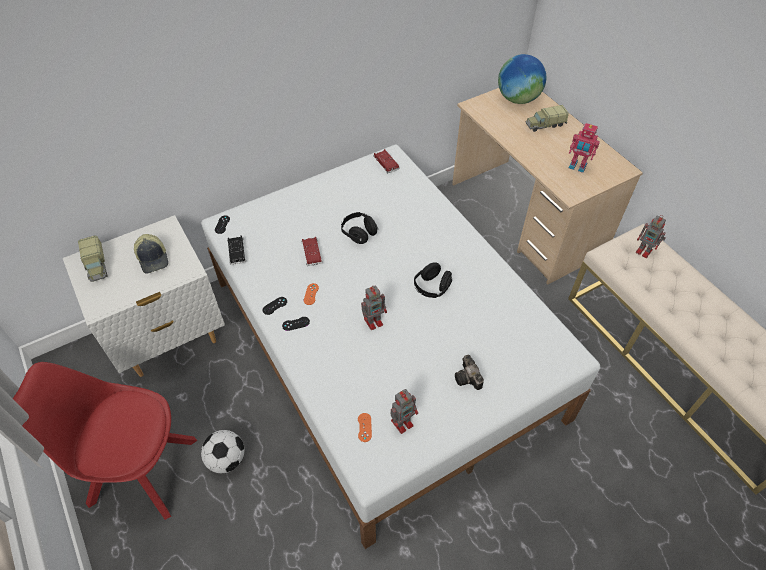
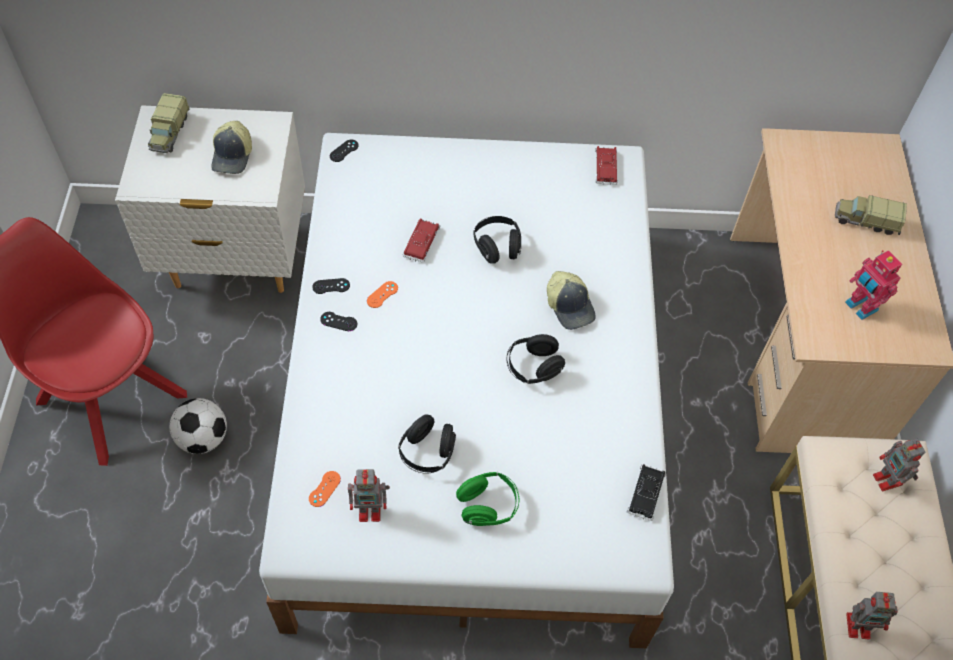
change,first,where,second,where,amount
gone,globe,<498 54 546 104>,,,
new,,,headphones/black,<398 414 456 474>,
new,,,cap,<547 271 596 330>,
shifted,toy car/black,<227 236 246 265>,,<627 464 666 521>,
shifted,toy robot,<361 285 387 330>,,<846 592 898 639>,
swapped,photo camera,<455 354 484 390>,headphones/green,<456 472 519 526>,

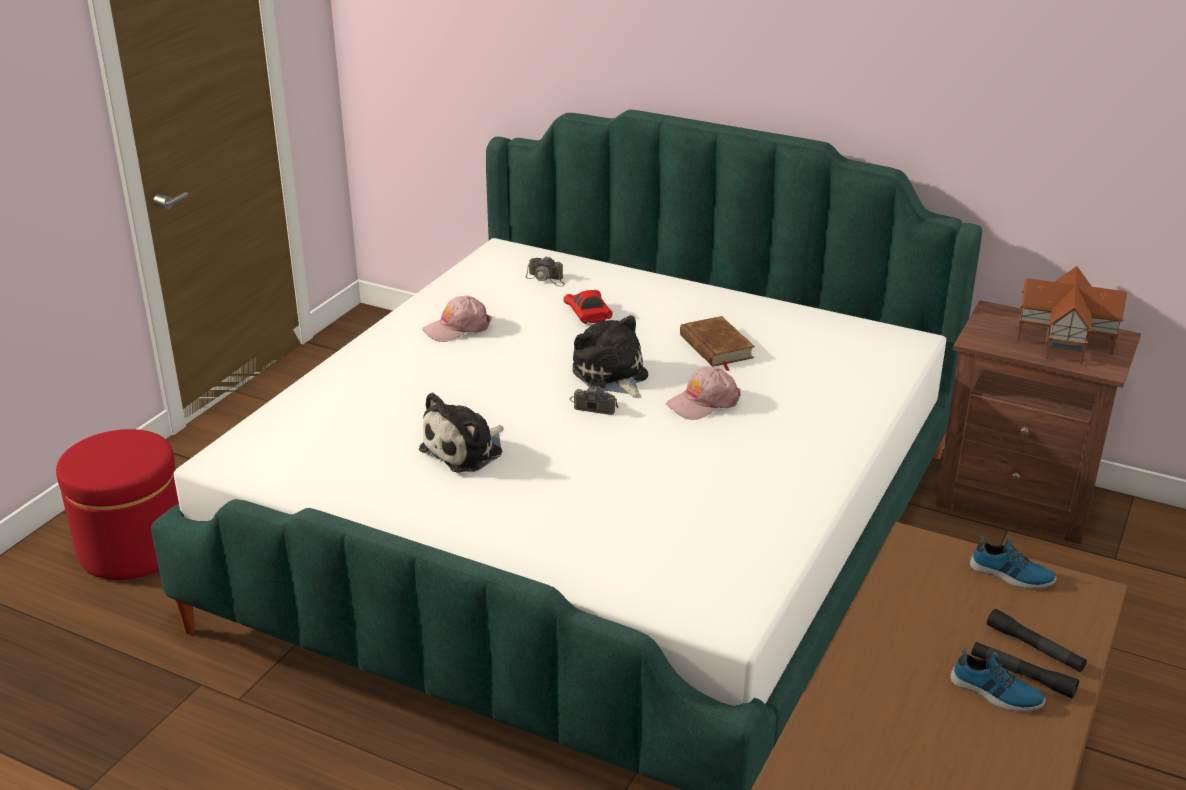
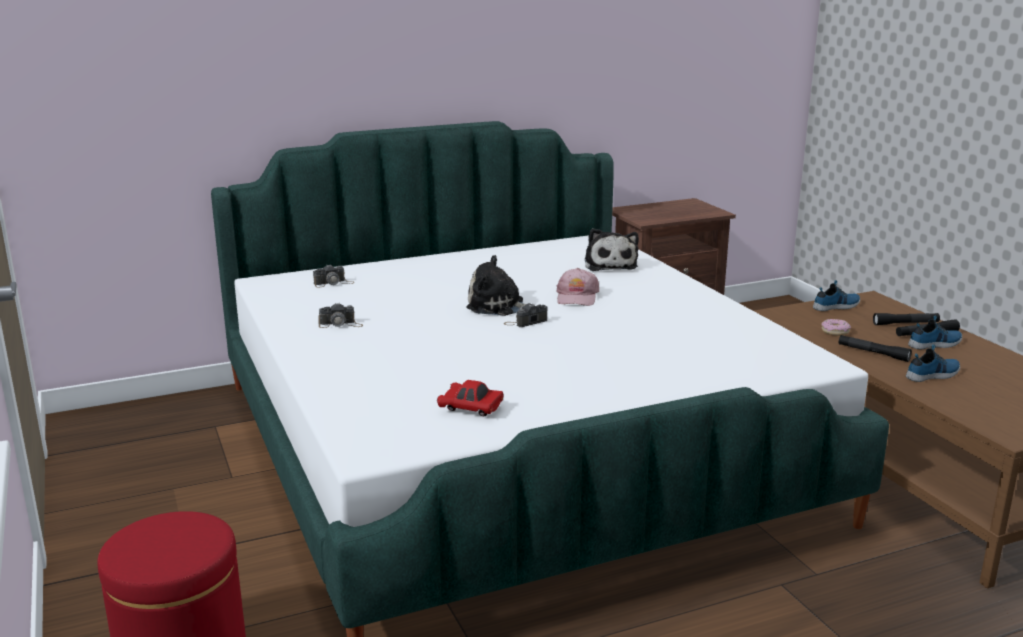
change,first,where,second,where,amount
gone,book/brown,<680 316 755 371>,,,
gone,toy house,<1017 266 1127 364>,,,
new,,,donut,<821 319 851 336>,
new,,,flashlight/black,<839 335 912 362>,
new,,,shoe,<906 345 960 382>,
shifted,plush toy,<419 392 504 473>,,<585 228 639 271>,
shifted,toy car/red,<563 290 612 324>,,<437 380 503 416>,
swapped,cap/pink,<422 296 492 342>,photo camera,<318 303 363 328>,

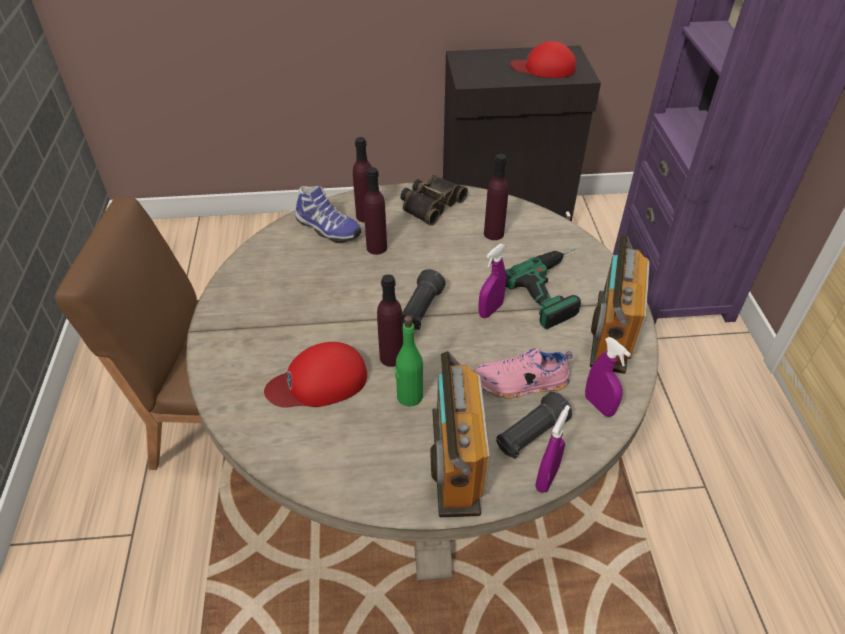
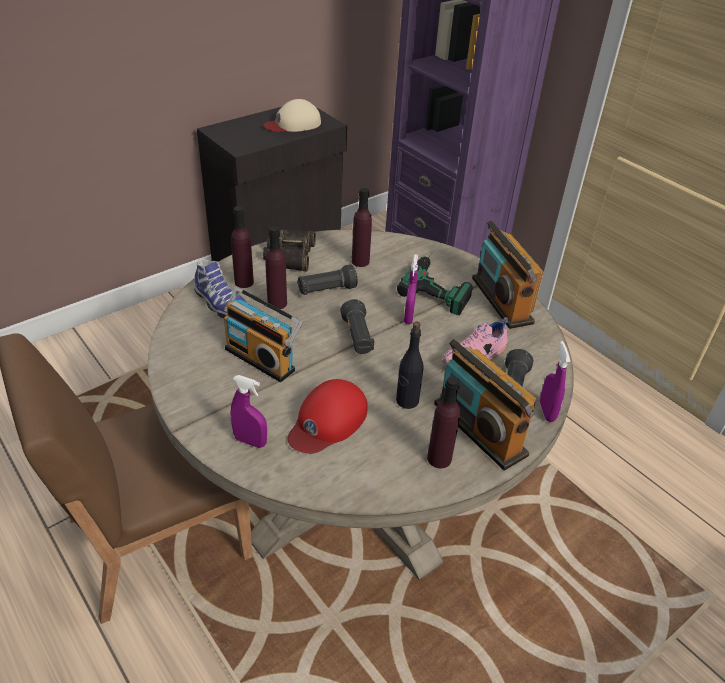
change,first,where,second,where,amount
new,,,radio,<224 287 302 382>,
new,,,flashlight/black,<297 264 357 295>,
shifted,bottle/purple,<377 274 403 367>,,<427 376 460 468>,
shifted,spray bottle/purple,<585 337 631 417>,,<231 375 267 448>,
repainted,bottle/green,<395 316 423 407>,bottle/black,<396 322 424 409>,
repainted,cap/red,<510 41 576 78>,cap/beige,<263 99 321 132>,
rotated,shoe,<295 186 361 243>,,<194 259 247 318>,45 degrees clockwise

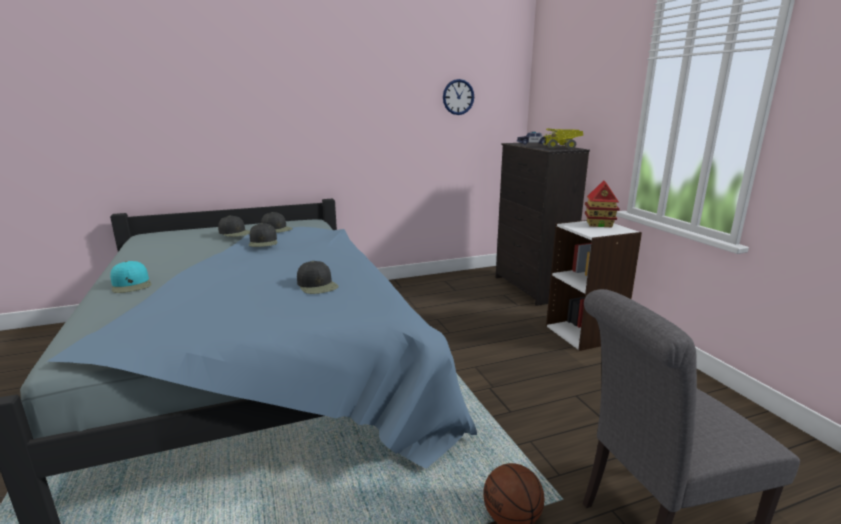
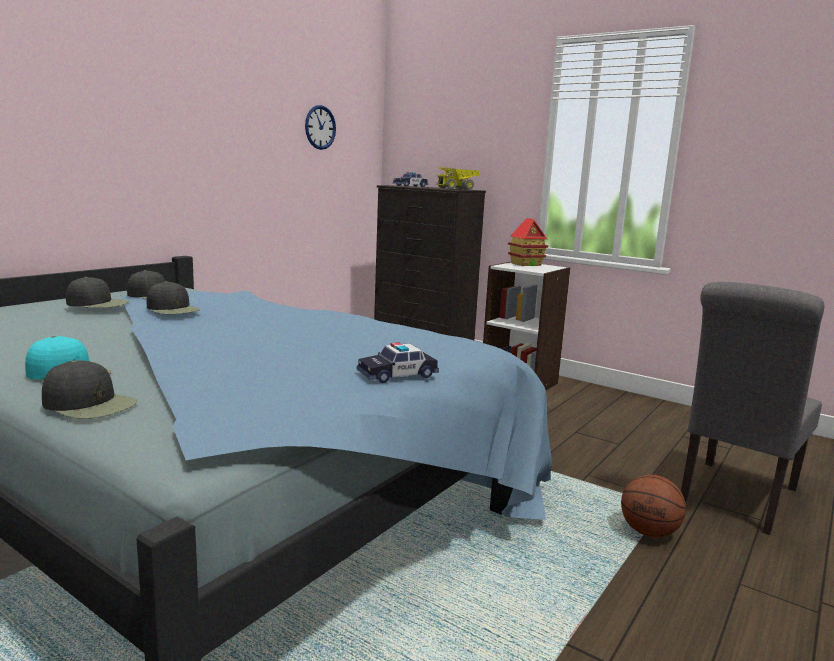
change,first,where,second,where,amount
new,,,toy car,<357 342 439 383>,
shifted,cap/black,<297 261 339 294>,,<42 360 137 419>,

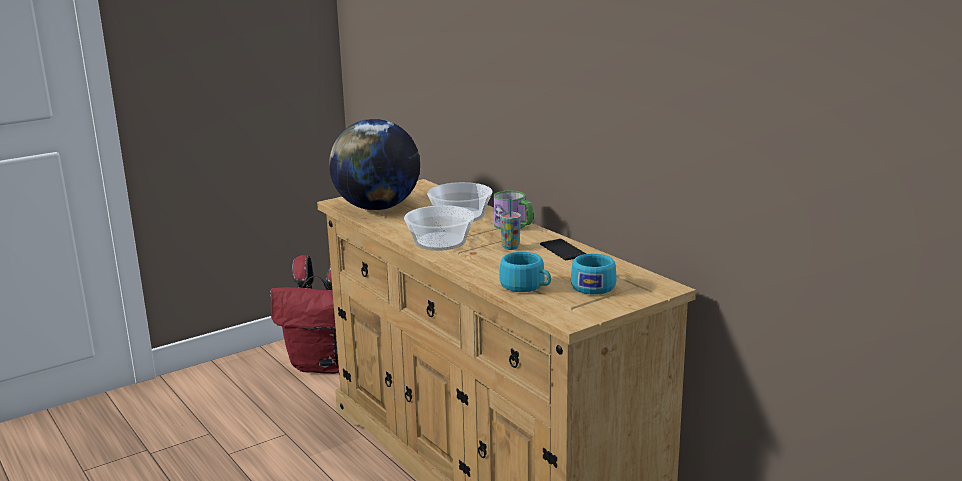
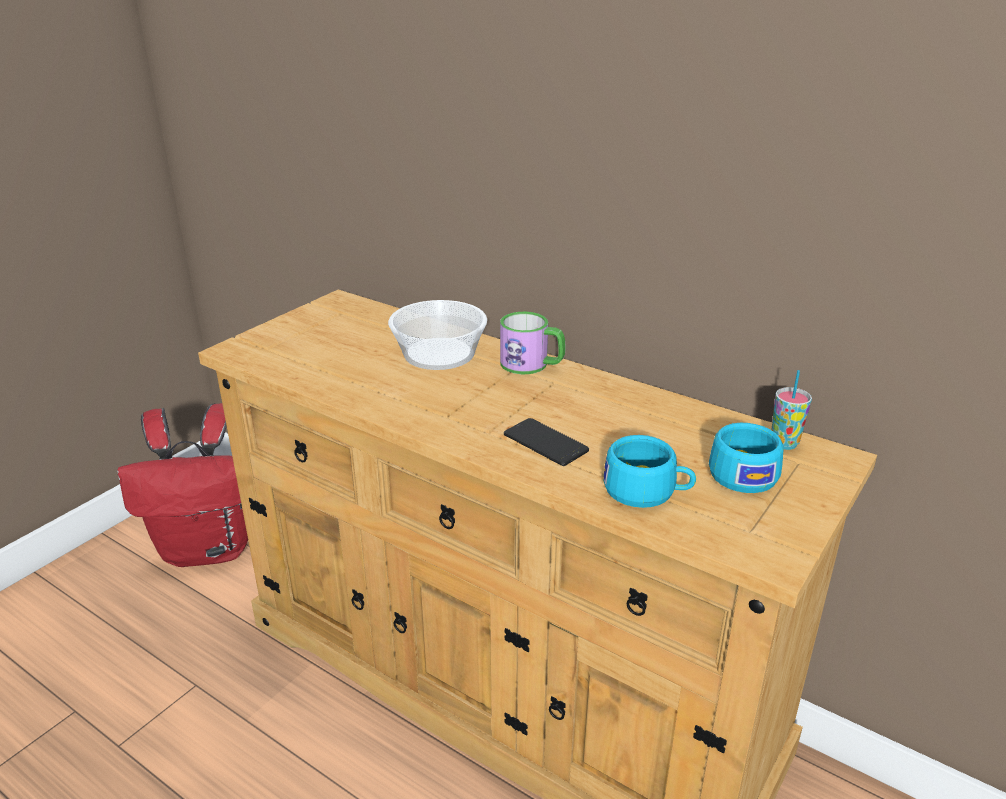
change,first,where,second,where,amount
gone,globe,<329 119 420 210>,,,
gone,bowl,<404 205 475 251>,,,
shifted,cup,<500 199 521 250>,,<771 370 812 450>,
shifted,phone,<540 239 586 260>,,<504 418 589 466>,

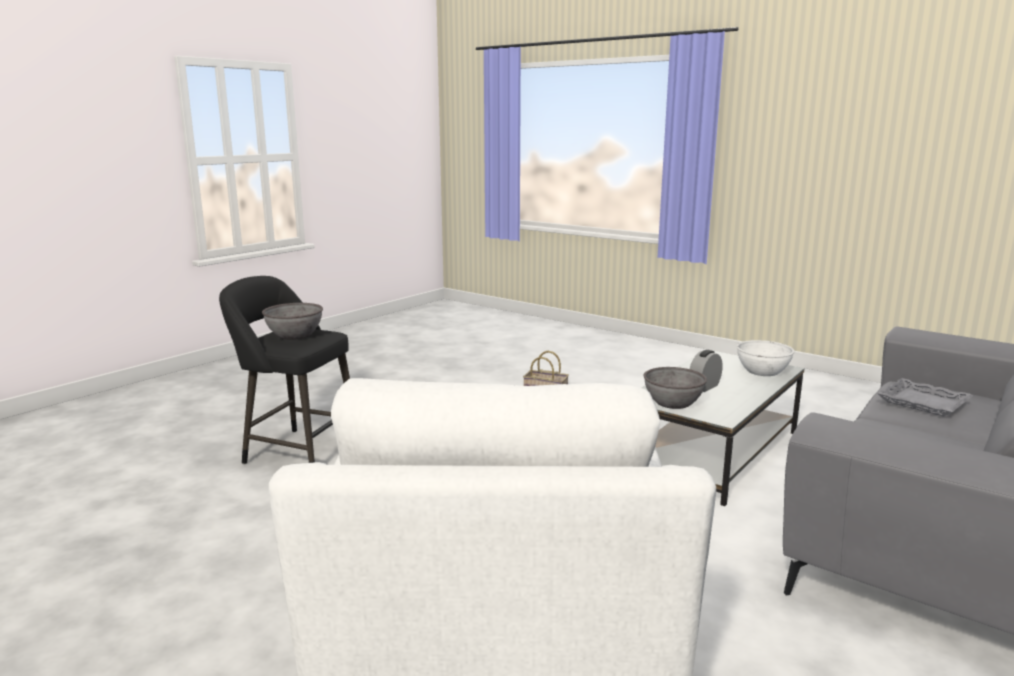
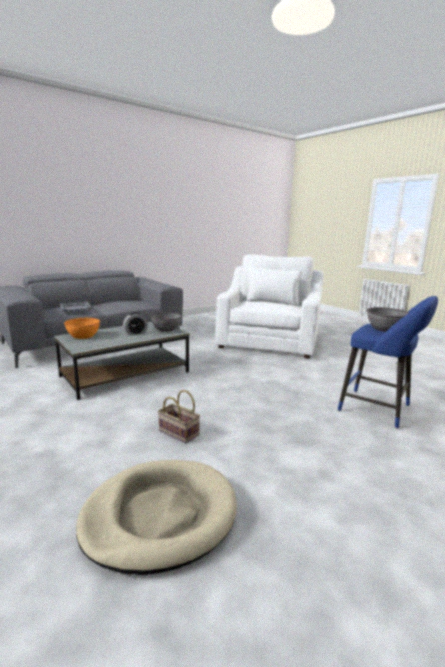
change,first,where,second,where,amount
new,,,dog bed/beige,<76 460 237 575>,
repainted,stool/black,<219 276 350 464>,stool/blue,<338 296 438 428>,
repainted,bowl/white,<736 340 795 376>,bowl/orange,<64 318 100 339>,

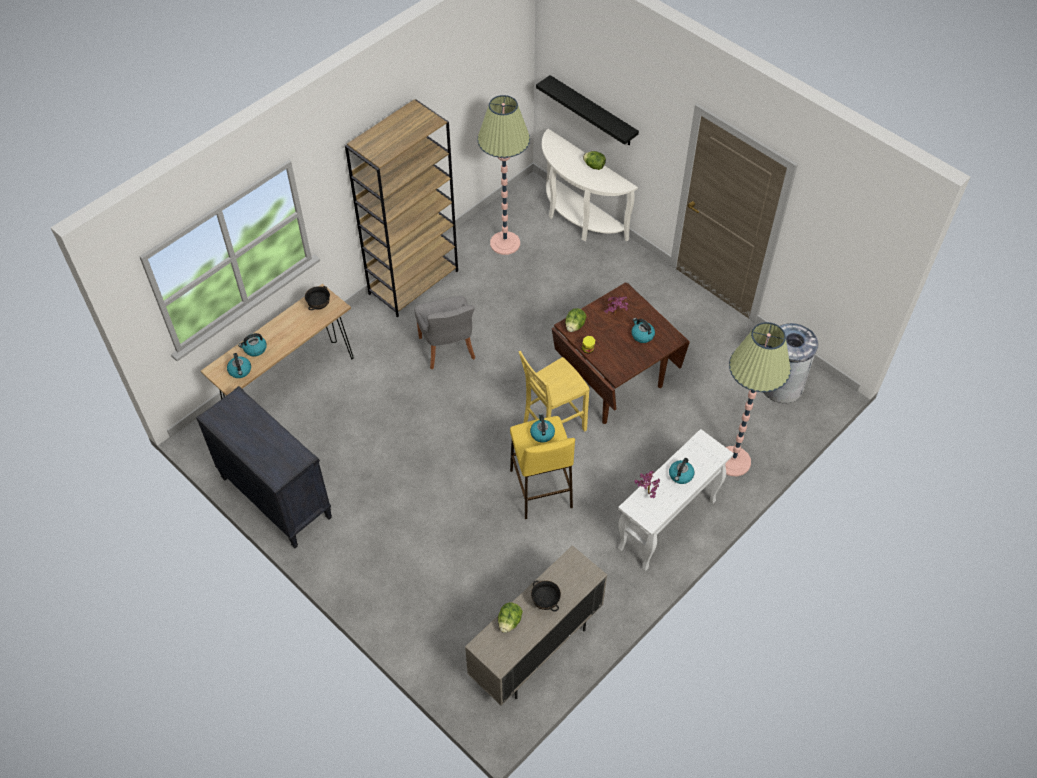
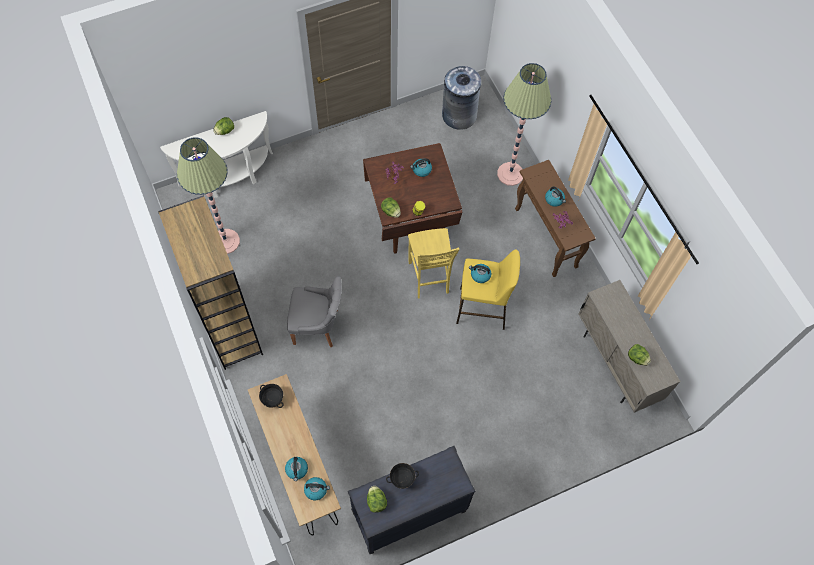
change,first,where,second,where,amount
gone,shelf/black,<536 75 639 146>,,,
new,,,lettuce,<367 486 387 513>,
shifted,bowl/black,<531 580 561 612>,,<386 463 419 489>,
repainted,console table/white,<618 429 734 571>,console table/brown,<515 160 596 277>,

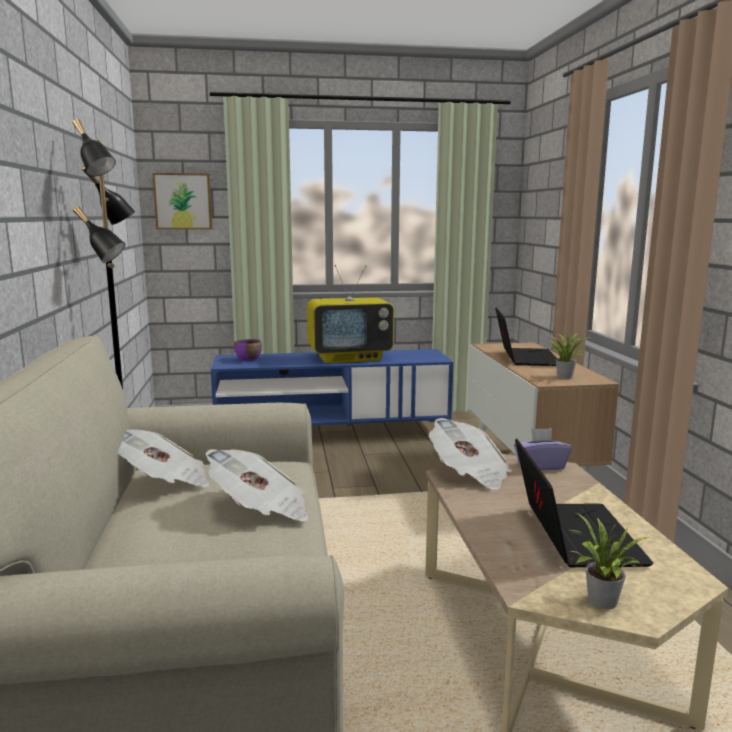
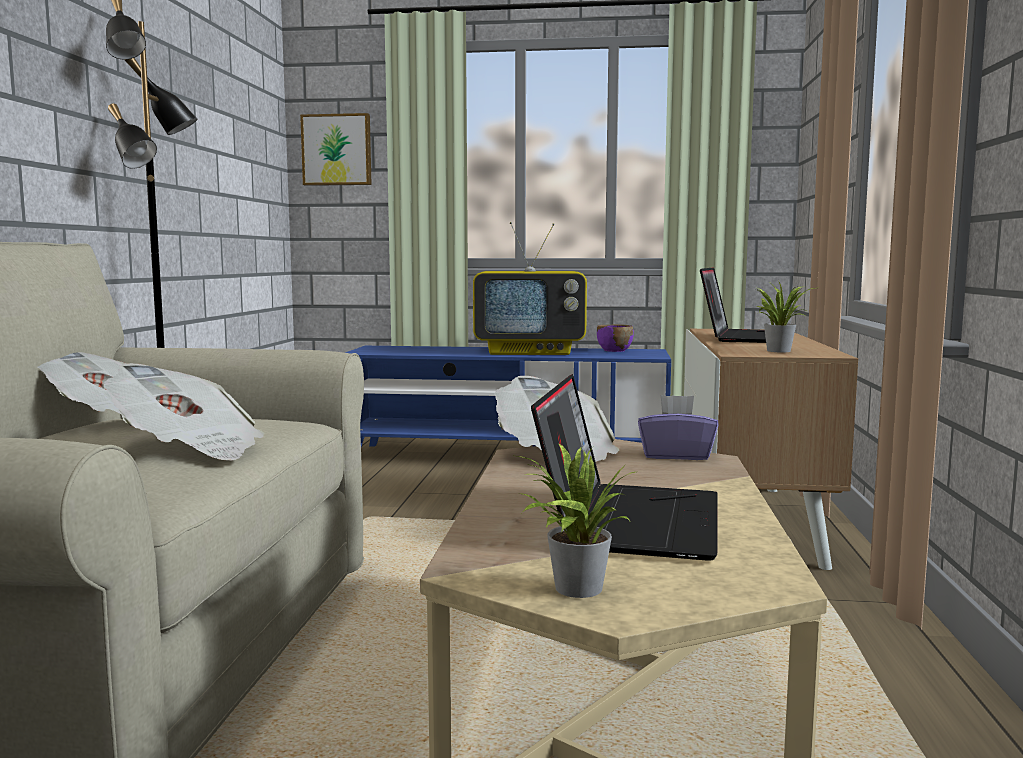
change,first,where,second,where,amount
shifted,bowl/purple,<234 339 262 361>,,<597 324 634 352>,

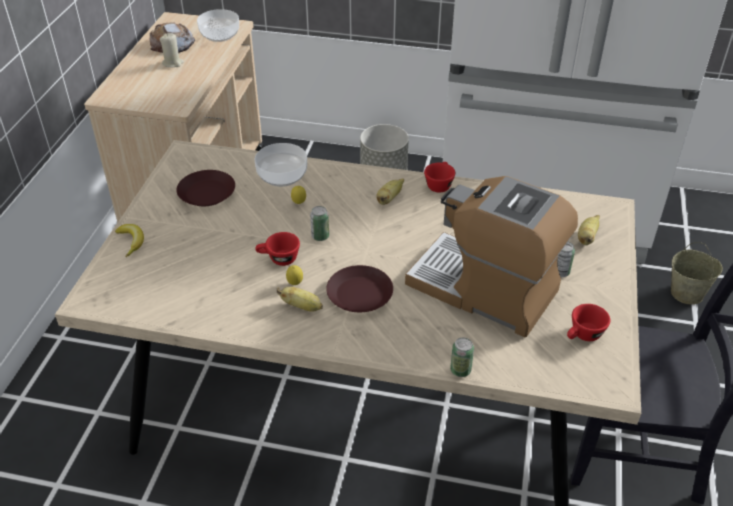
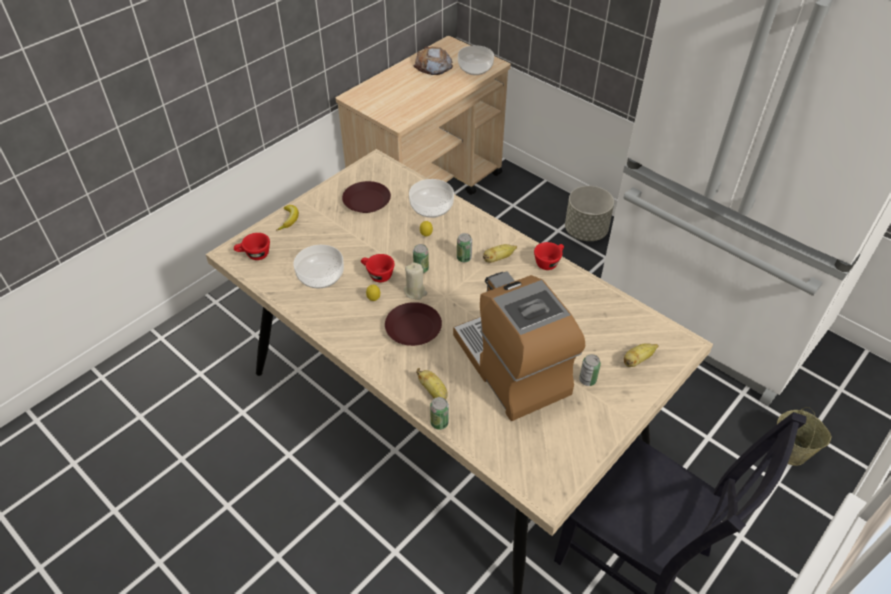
change,first,where,second,where,amount
new,,,bowl,<294 245 344 288>,
new,,,can,<457 233 472 262>,
shifted,candle/beige,<160 33 184 68>,,<404 262 427 300>,
shifted,banana,<277 287 323 312>,,<416 368 448 399>,
shifted,cup/red,<567 304 610 341>,,<234 233 270 260>,

